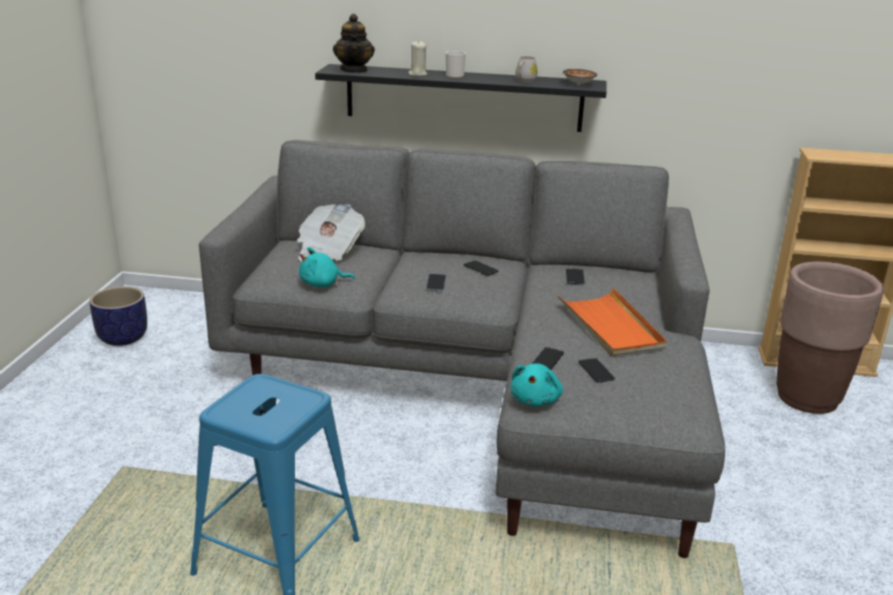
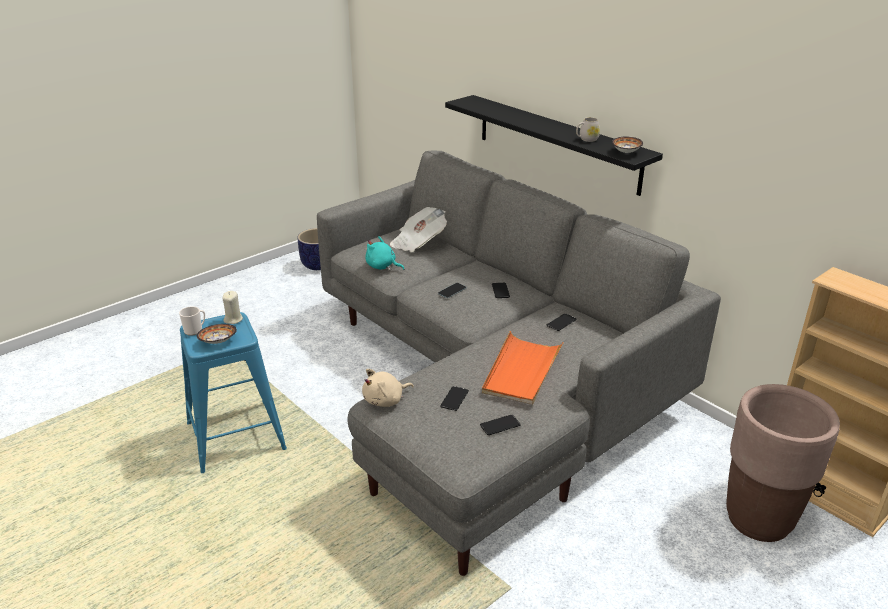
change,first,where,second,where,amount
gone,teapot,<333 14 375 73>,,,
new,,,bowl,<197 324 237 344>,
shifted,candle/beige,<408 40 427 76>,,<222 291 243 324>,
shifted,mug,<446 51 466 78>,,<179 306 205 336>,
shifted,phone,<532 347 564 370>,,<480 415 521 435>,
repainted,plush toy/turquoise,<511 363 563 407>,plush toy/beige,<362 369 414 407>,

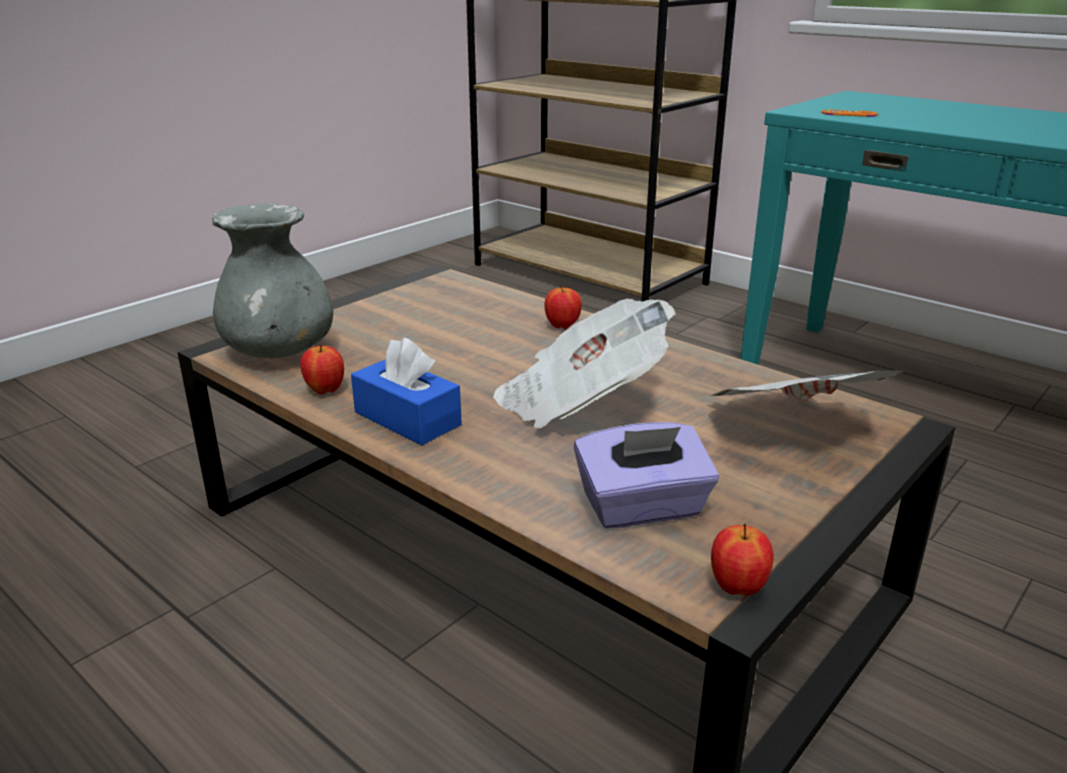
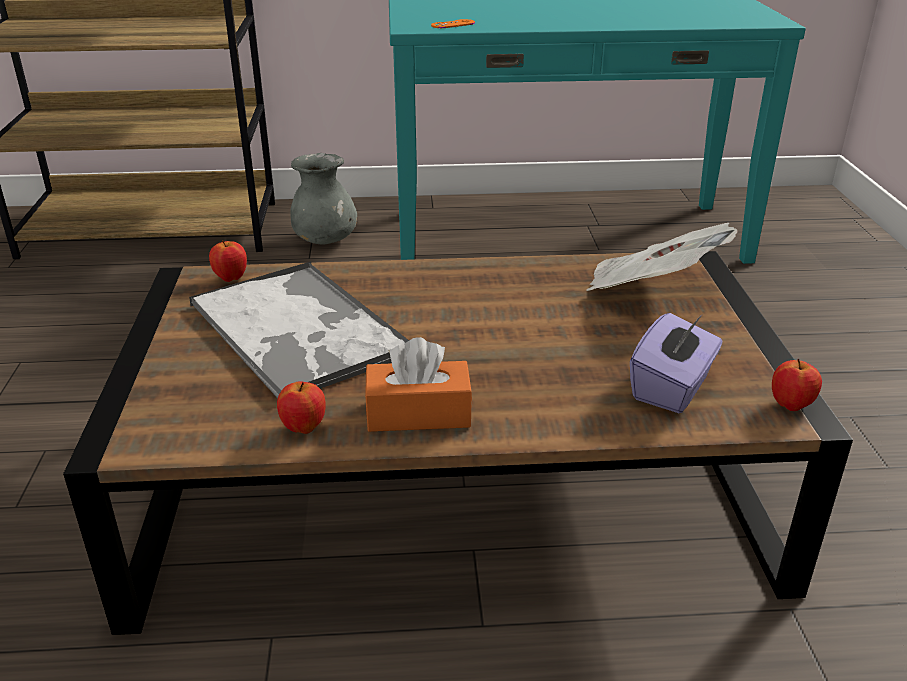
change,first,where,second,where,amount
gone,newspaper,<493 298 676 428>,,,
new,,,tray,<189 261 409 398>,
shifted,vase/grey,<212 203 333 358>,,<290 153 357 244>,
shifted,apple,<544 285 582 329>,,<209 240 247 282>,
repainted,tissue box/blue,<351 337 462 445>,tissue box/orange,<365 337 472 432>,

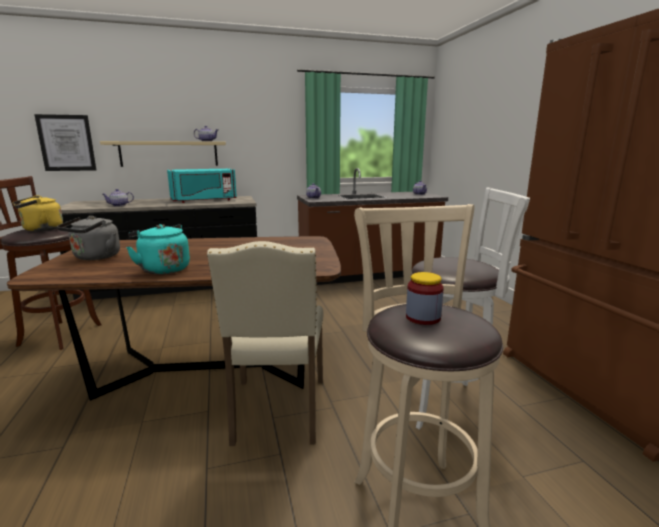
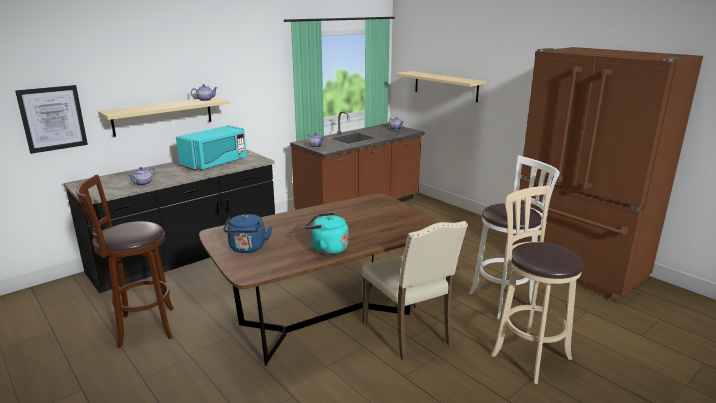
change,first,where,second,where,amount
gone,kettle/yellow,<12 195 63 231>,,,
gone,jar,<406 272 444 325>,,,
new,,,shelf/beige,<395 71 486 103>,
repainted,kettle/grey,<57 216 120 260>,kettle/blue,<223 214 273 253>,

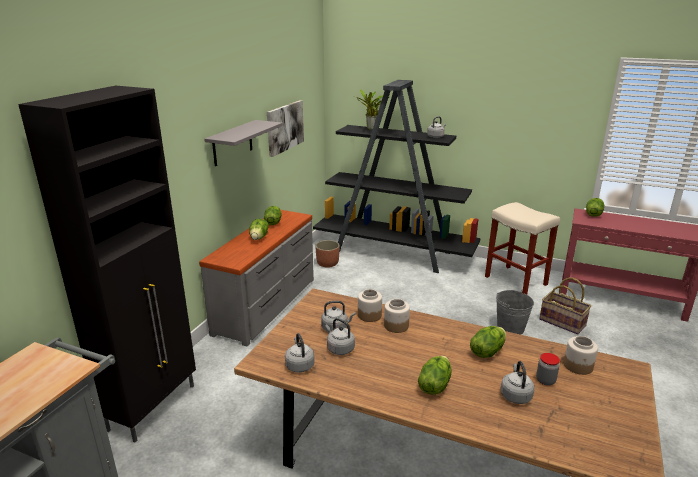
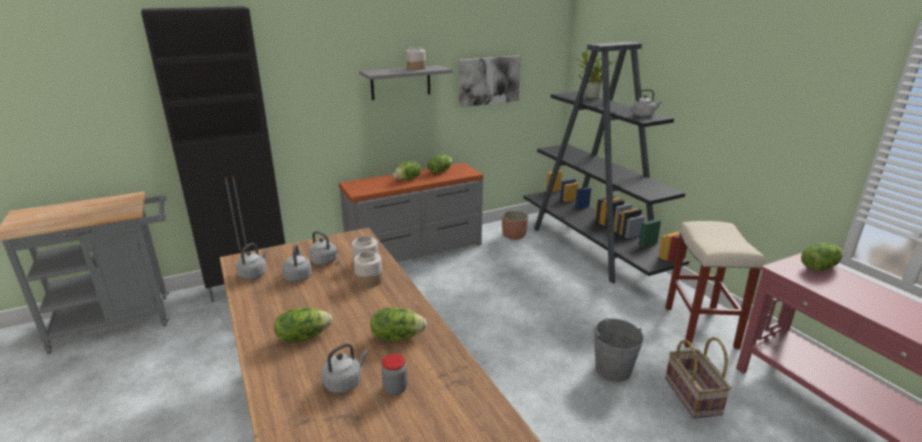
change,first,where,second,where,amount
shifted,jar,<564 336 598 375>,,<406 47 426 70>,

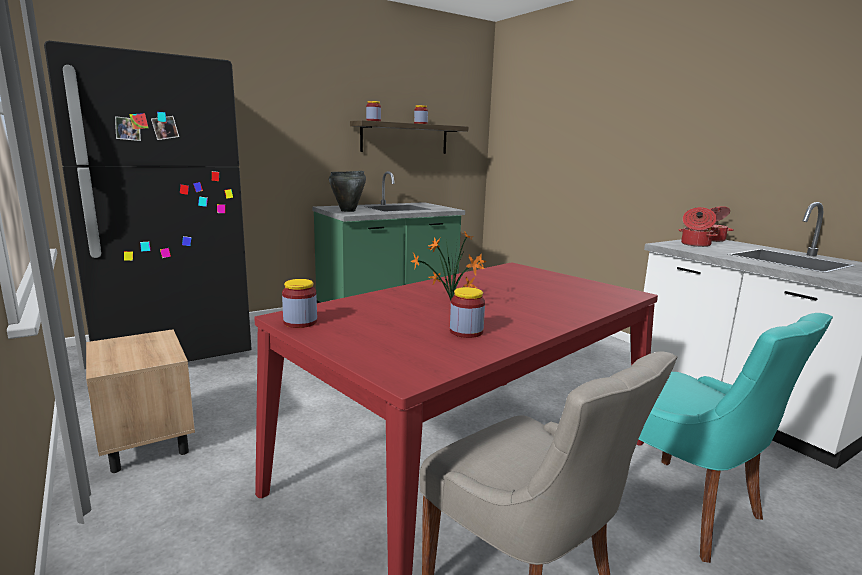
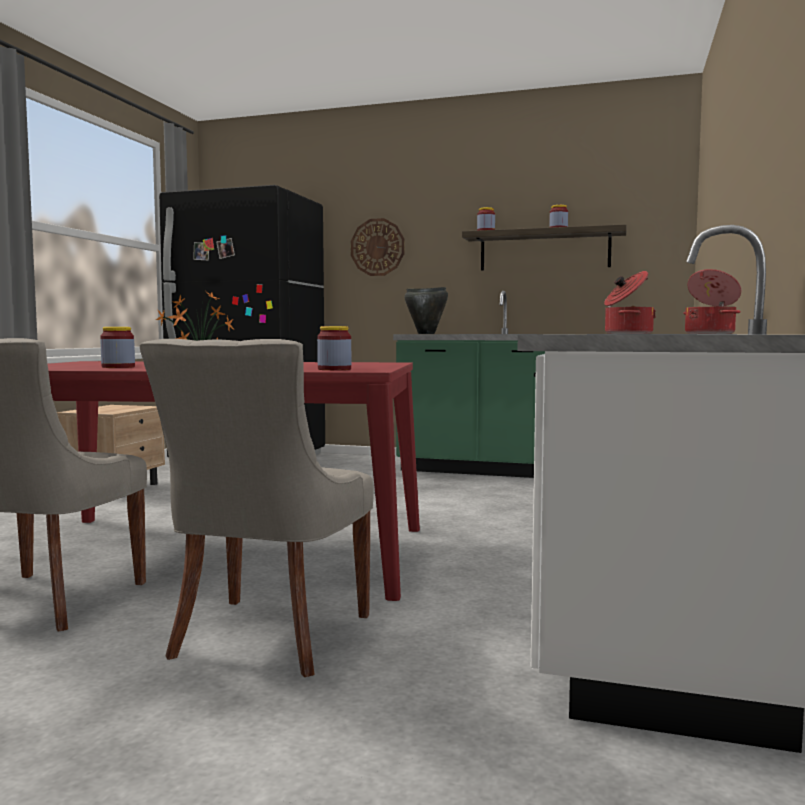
change,first,where,second,where,amount
new,,,wall clock,<351 218 404 276>,
shifted,jar,<282 279 317 328>,,<317 326 351 370>,
repainted,chair/turquoise,<638 313 833 563>,chair/grey,<139 339 373 677>,

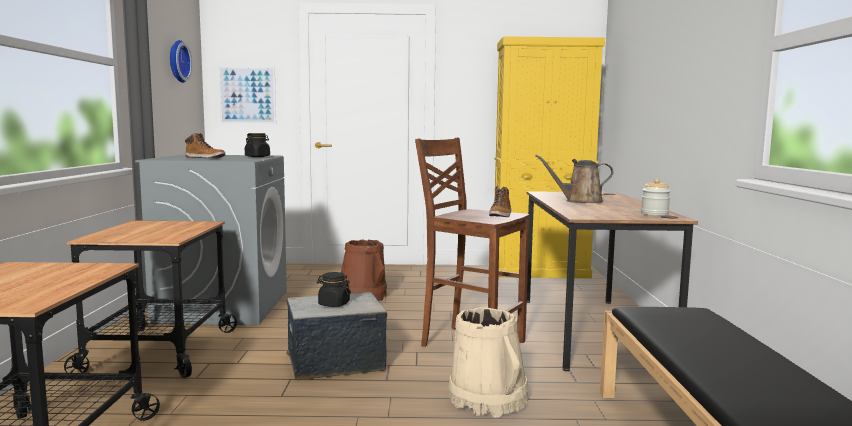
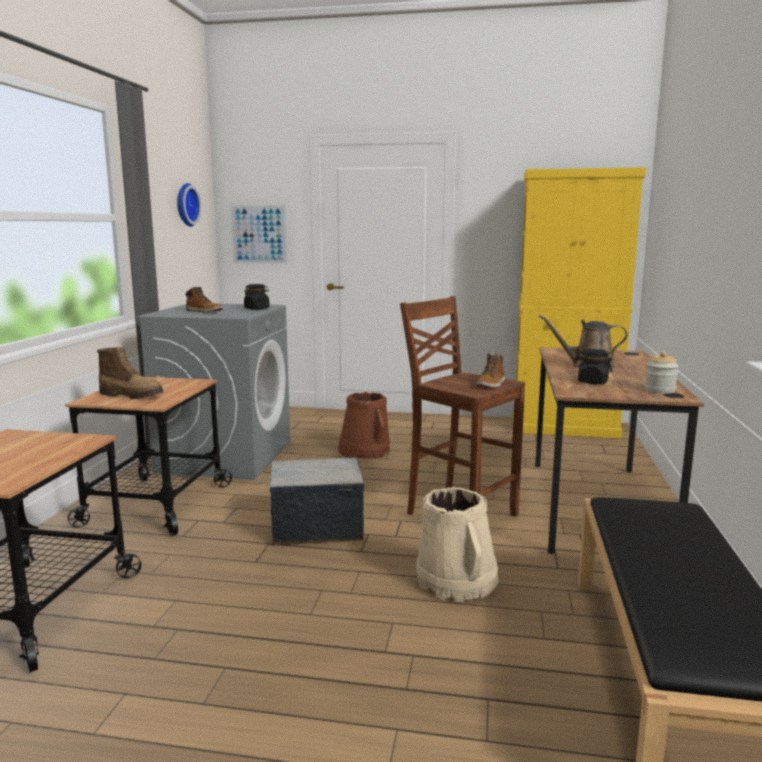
change,first,where,second,where,amount
new,,,boot,<97 346 164 399>,
shifted,jar/black,<317 272 351 307>,,<576 349 613 384>,

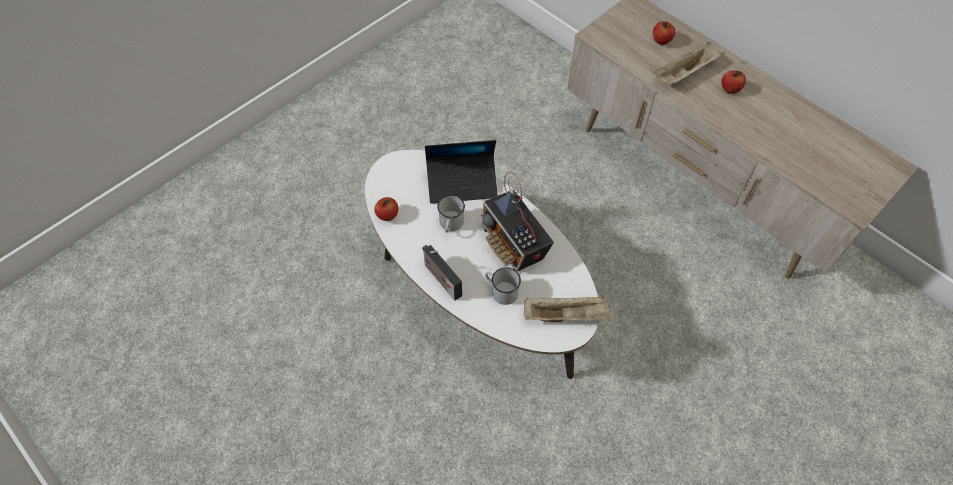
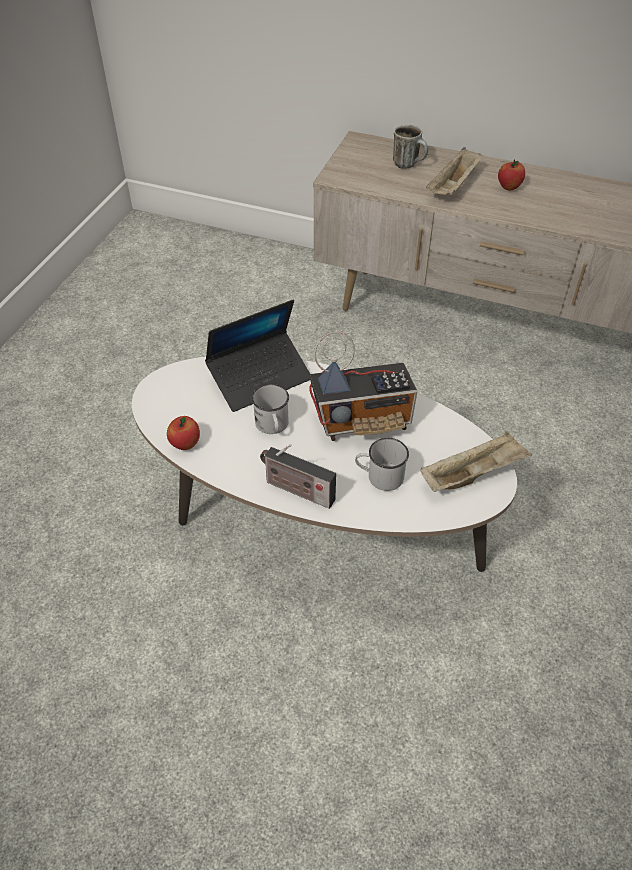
change,first,where,second,where,amount
swapped,apple,<653 21 675 45>,mug,<393 125 428 169>,
rotated,radio,<481 172 554 271>,,<309 331 417 441>,45 degrees counterclockwise

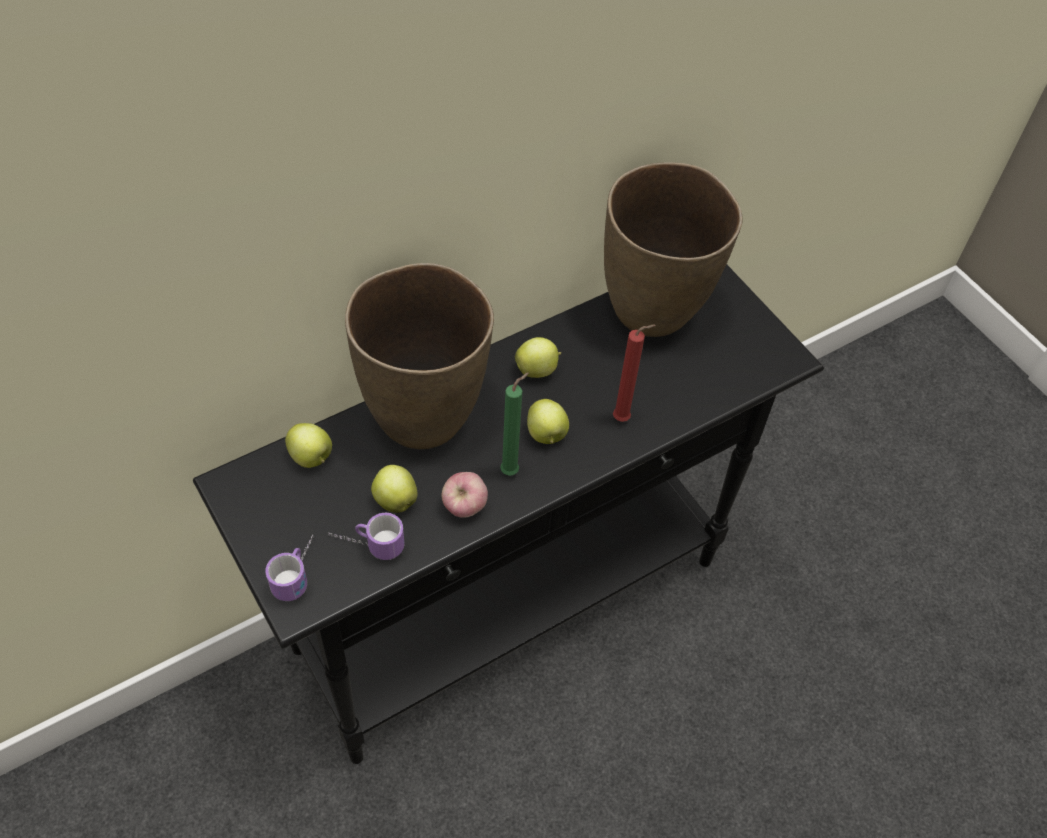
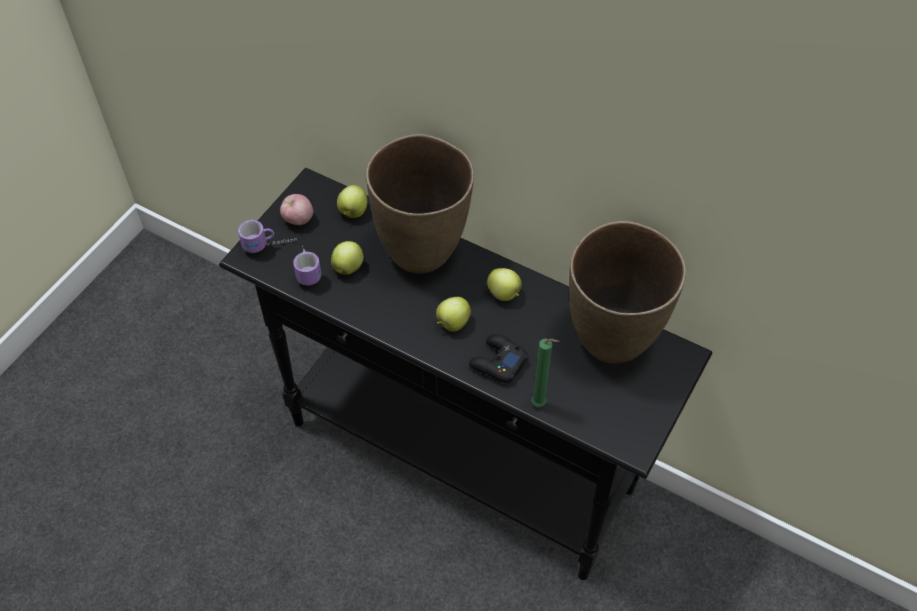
change,first,where,second,where,amount
shifted,apple,<441 472 488 518>,,<280 194 313 225>,
shifted,candle/green,<500 373 529 476>,,<531 339 560 407>,
swapped,candle/red,<613 325 656 422>,game controller/black,<469 334 528 383>,

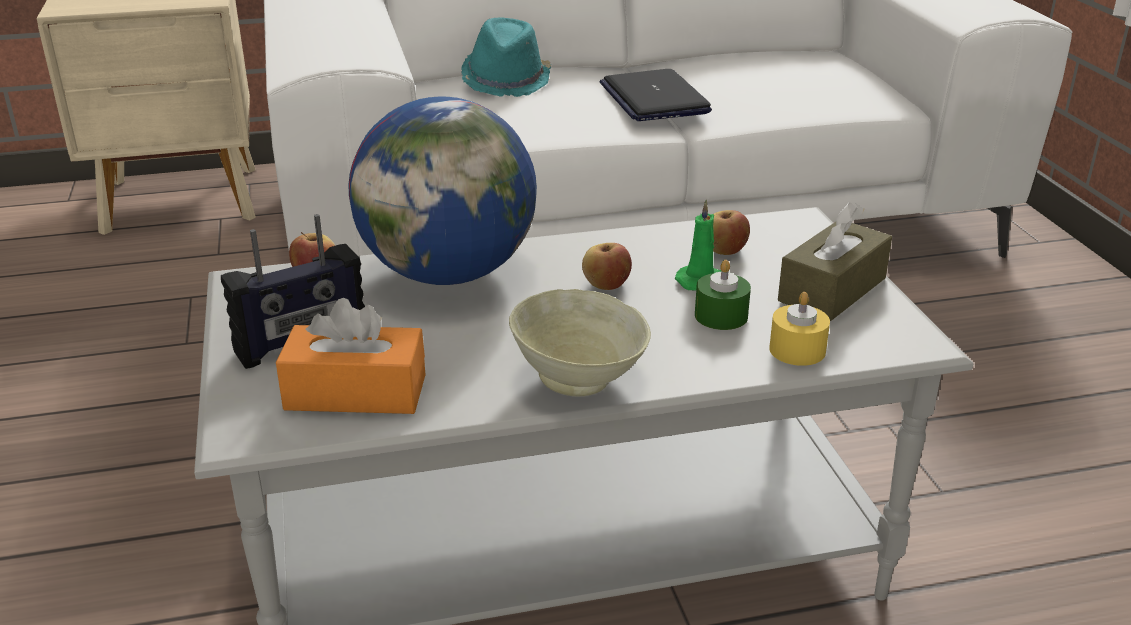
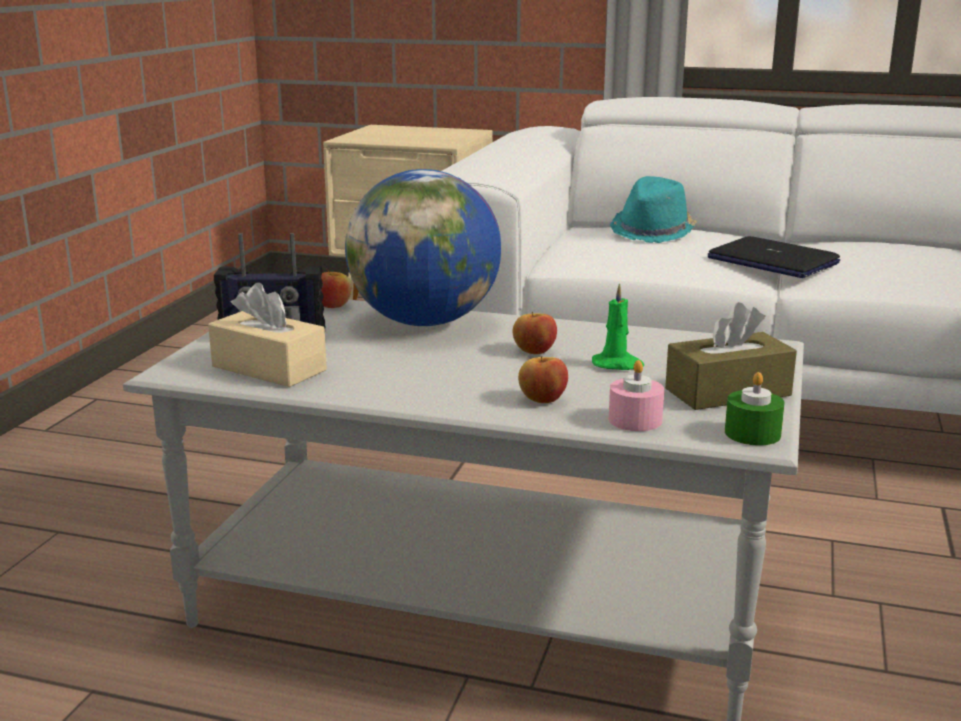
change,first,where,second,where,amount
gone,bowl/beige,<509 289 651 396>,,,
shifted,candle/green,<695 260 751 330>,,<725 372 785 446>,
shifted,apple,<713 210 750 255>,,<518 356 568 403>,
repainted,tissue box/orange,<276 298 425 414>,tissue box/beige,<208 283 327 387>,
repainted,candle/yellow,<769 292 830 366>,candle/pink,<609 360 664 431>,
rotated,laptop,<599 69 712 121>,,<708 236 840 278>,60 degrees counterclockwise

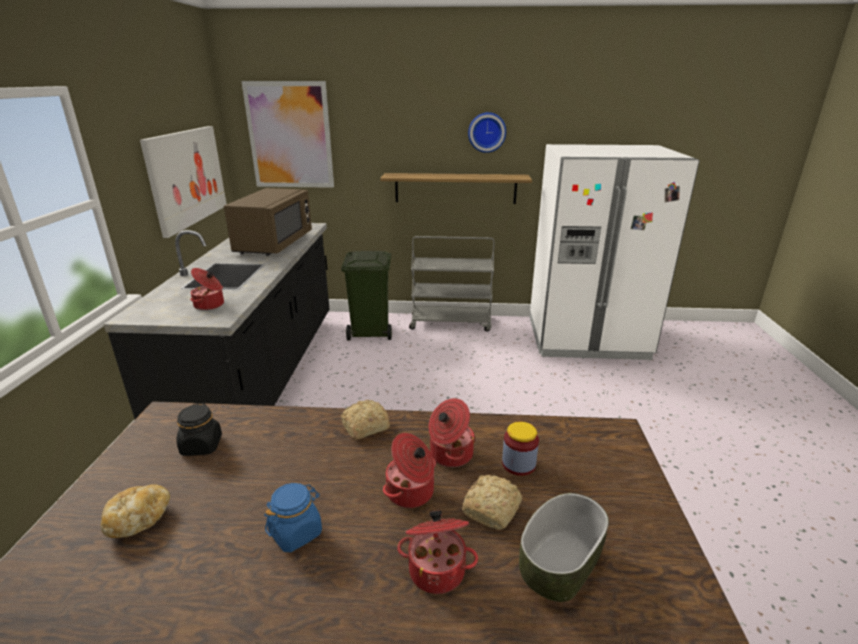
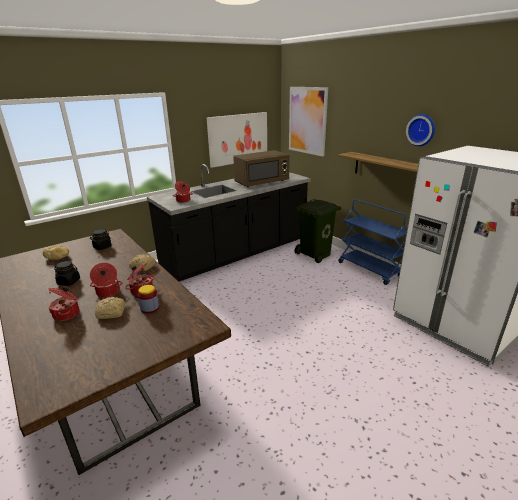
change,first,where,second,where,amount
gone,bowl,<519 493 609 602>,,,
repainted,jar/blue,<264 483 322 552>,jar/black,<54 261 80 286>,
repainted,cart/grey,<409 236 495 332>,cart/blue,<338 199 407 285>,

